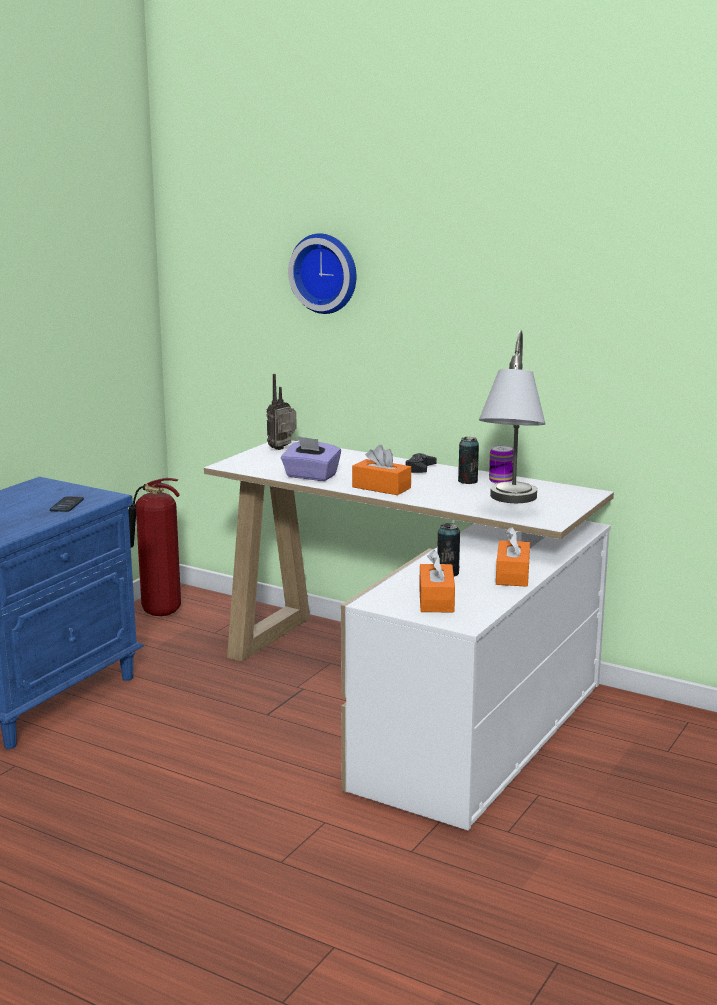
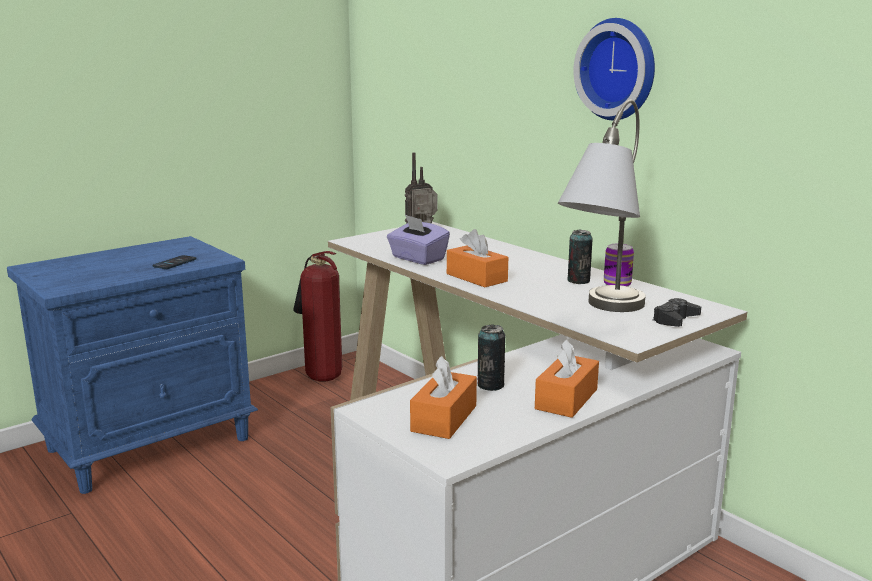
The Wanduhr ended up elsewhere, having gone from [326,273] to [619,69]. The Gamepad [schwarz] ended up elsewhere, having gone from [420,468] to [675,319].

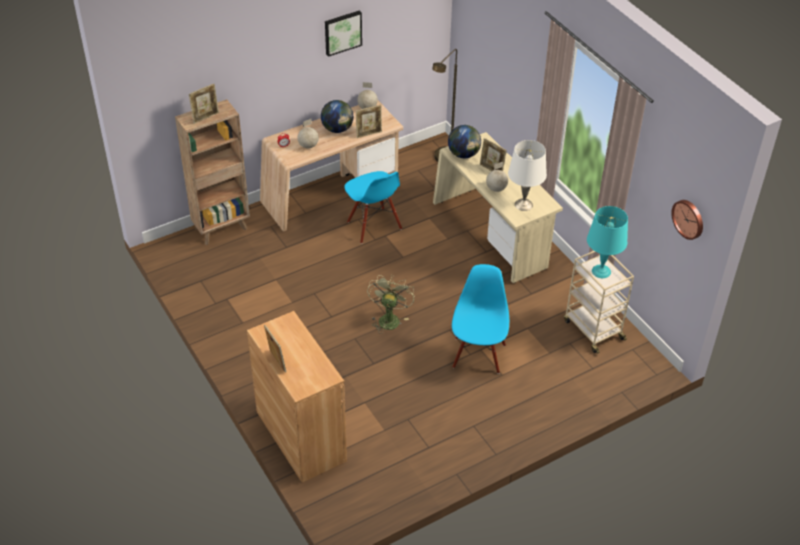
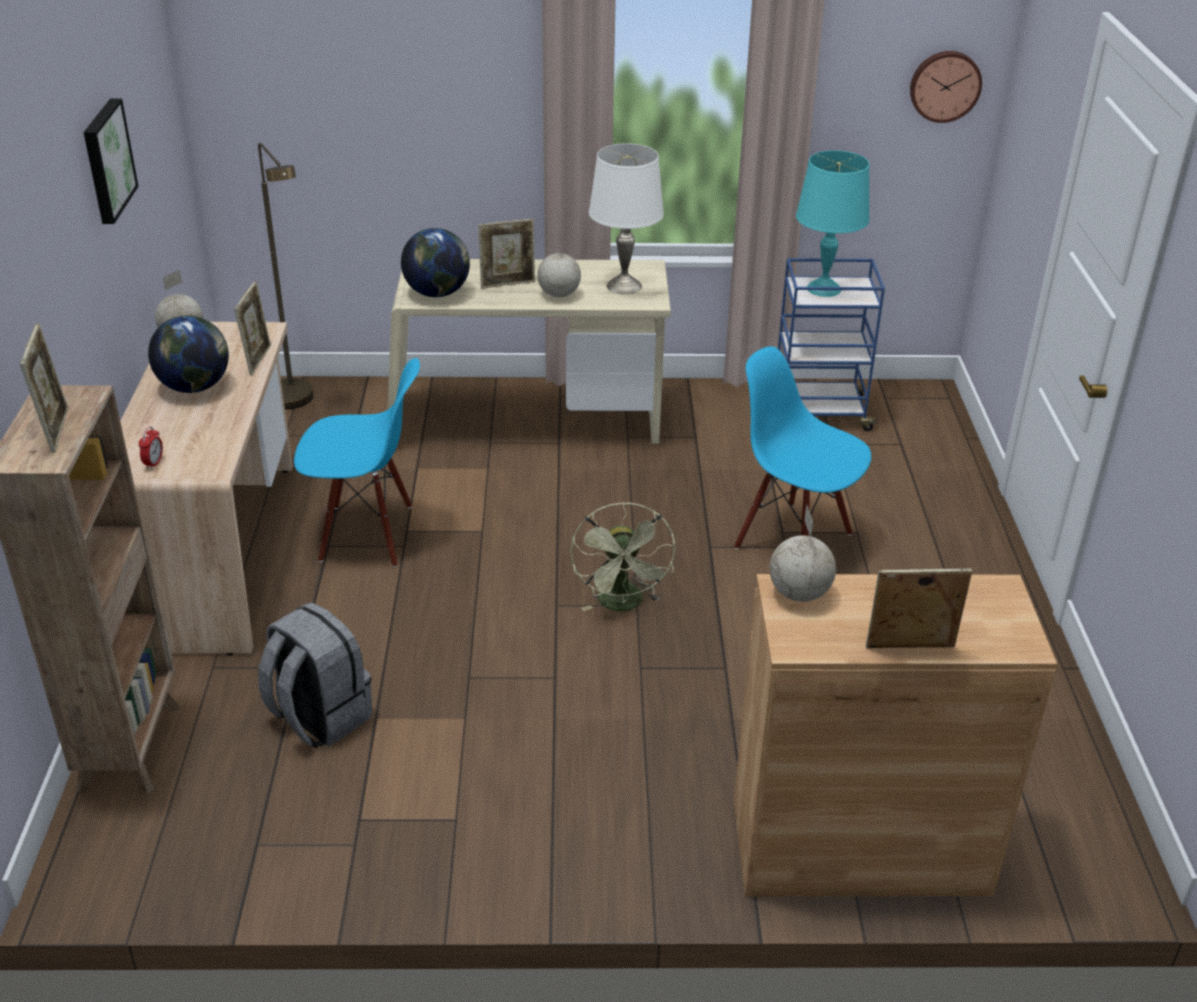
The second view gained the Rucksack [grau] at [318,717]. The Globus ended up elsewhere, having gone from [308,146] to [799,593]. What was the Rollwagen [beige] at [592,329] turned into the Rollwagen [blau] at [819,413]. The Ventilator [grün] at [389,318] ended up facing another way, 135 degrees counterclockwise from before.

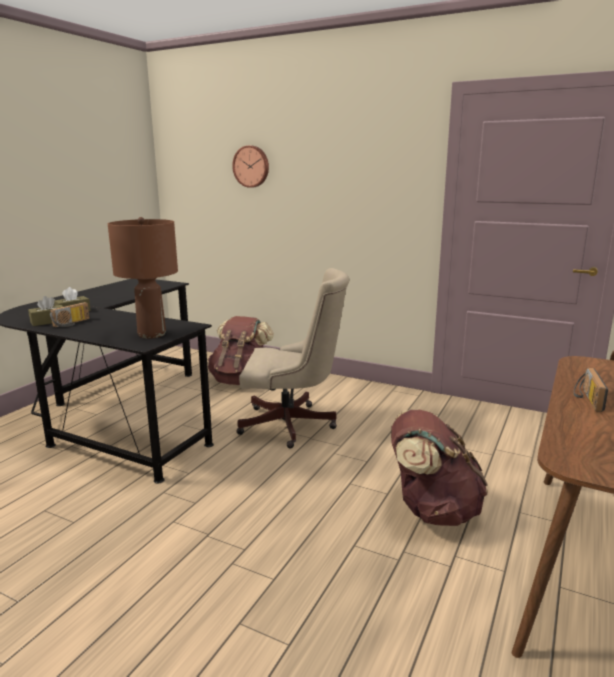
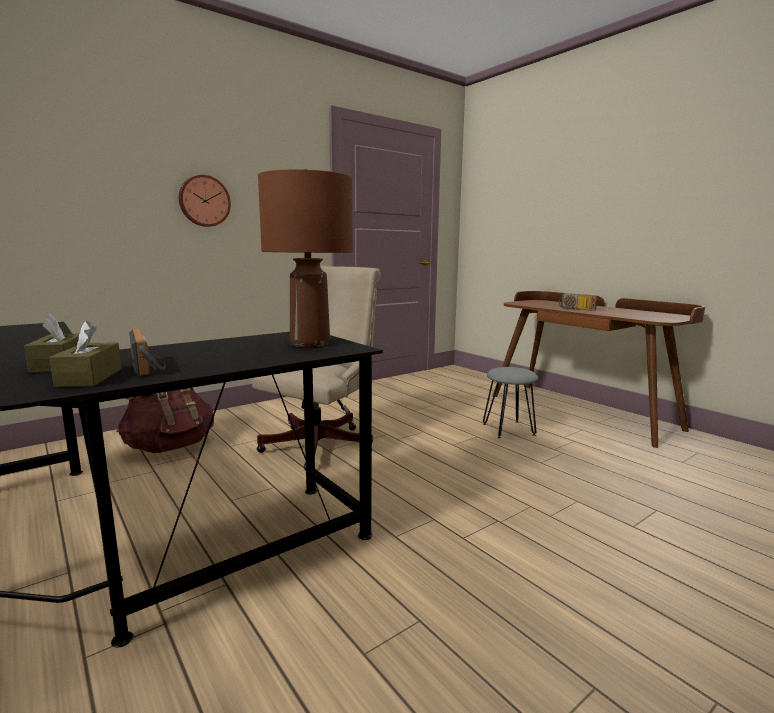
The Wanduhr ended up elsewhere, having gone from [251,166] to [204,201]. Where the Rucksack [braun] stood at [432,510], the Hocker [grau] came to stand at [508,429].

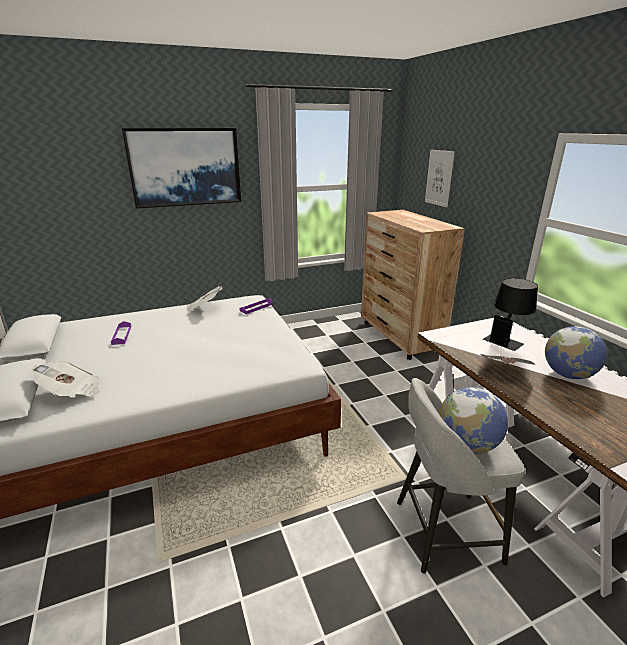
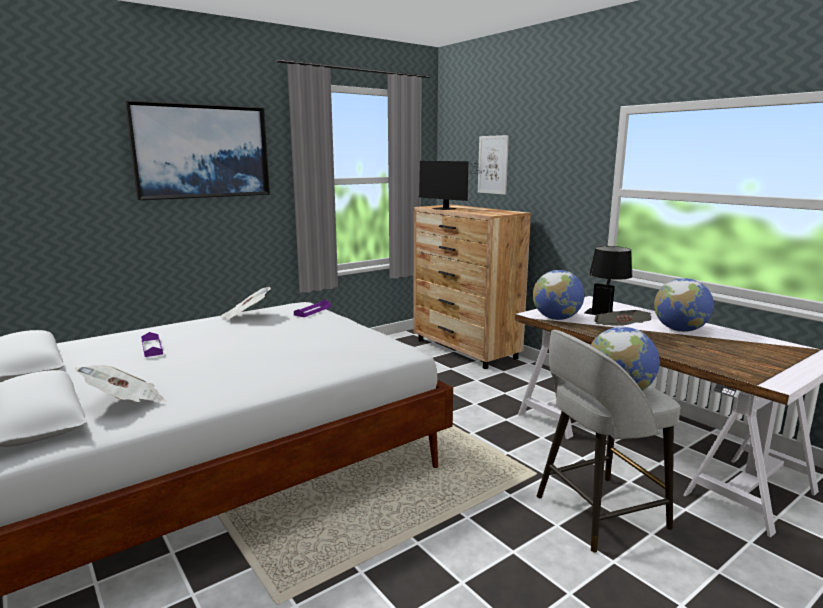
The second view gained the Monitor at [446,209]. The second view gained the Globus at [556,319].

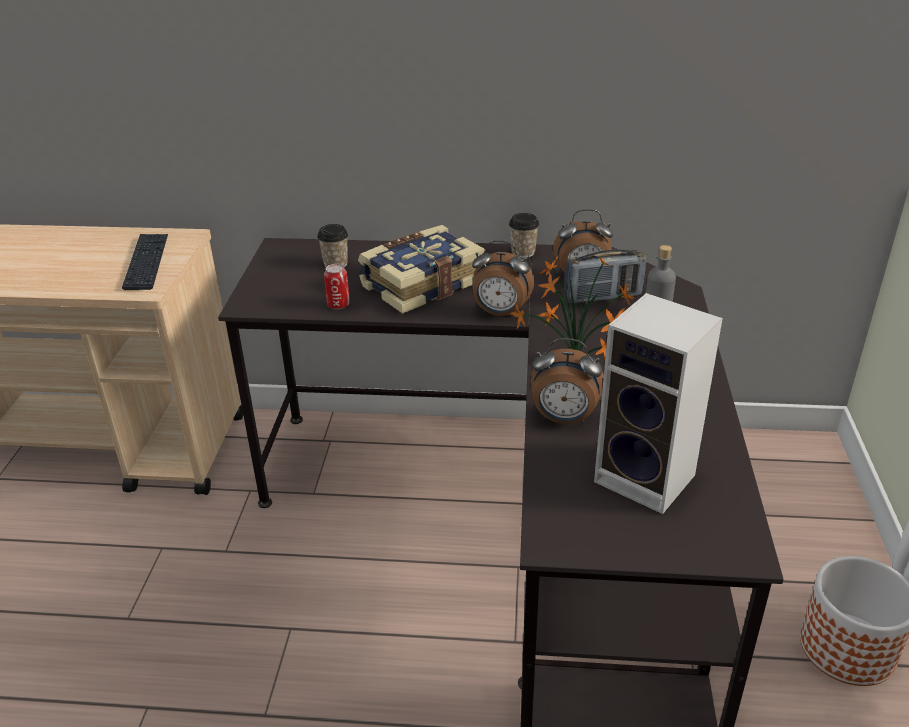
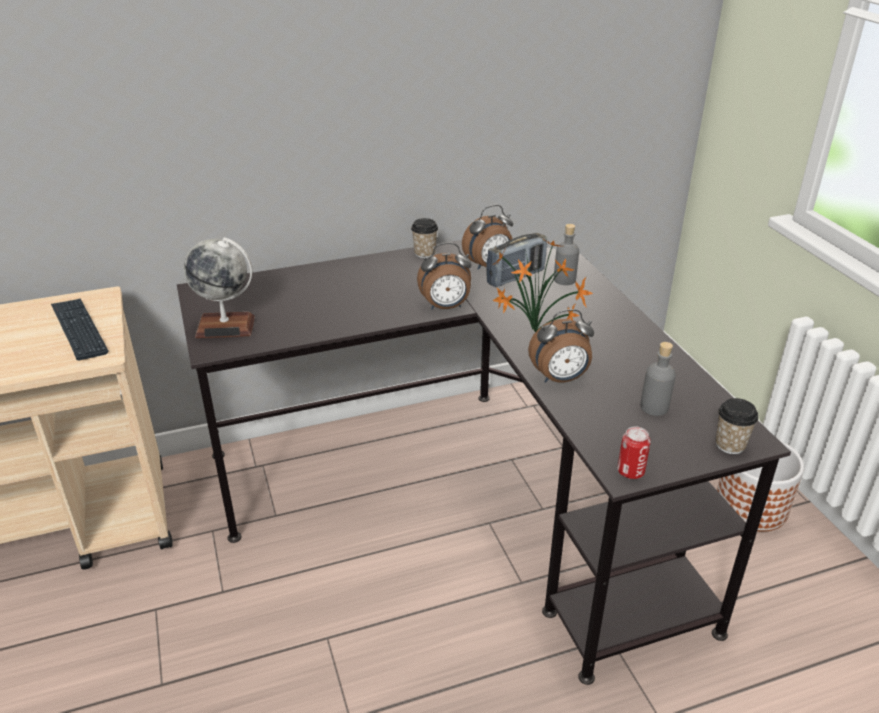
The second view lost the Buch at [421,284]. The second view gained the Globus at [225,326]. The Tasse ended up elsewhere, having gone from [335,264] to [730,445]. The Dose ended up elsewhere, having gone from [338,305] to [630,472]. Where the Lautsprecher stood at [649,479], the Flasche [grau] came to stand at [654,407].

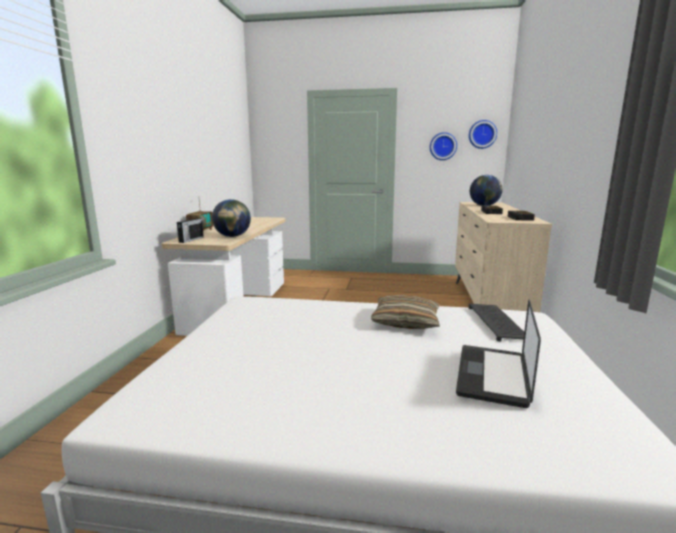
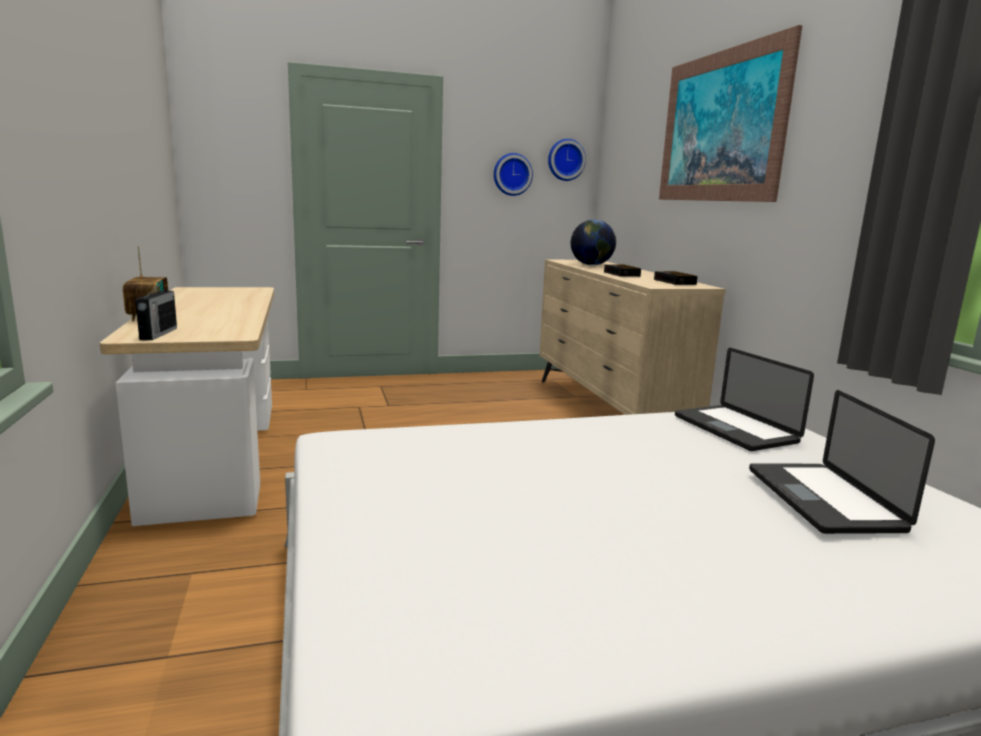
The second view lost the Globus at [232,236]. The second view lost the Kissen at [406,322]. The second view gained the Bild at [720,127]. Where the Tastatur stood at [498,323], the Laptop came to stand at [734,429].

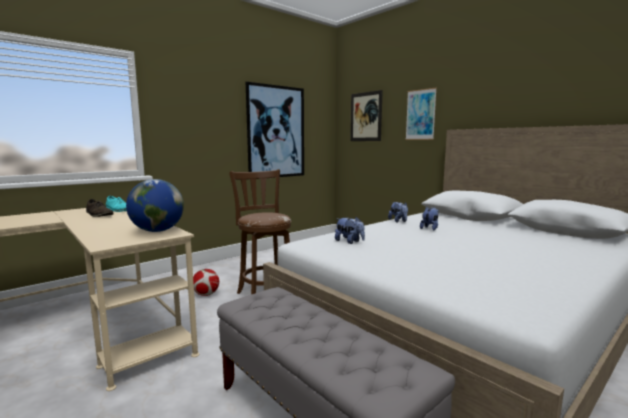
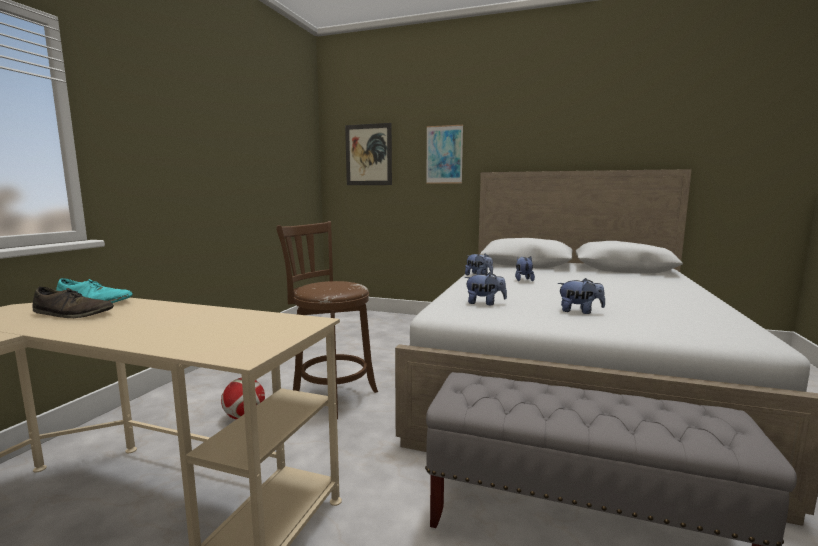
The second view lost the Globus at [157,231]. The second view lost the Bild at [276,132]. The second view gained the Plüschtier at [579,311].

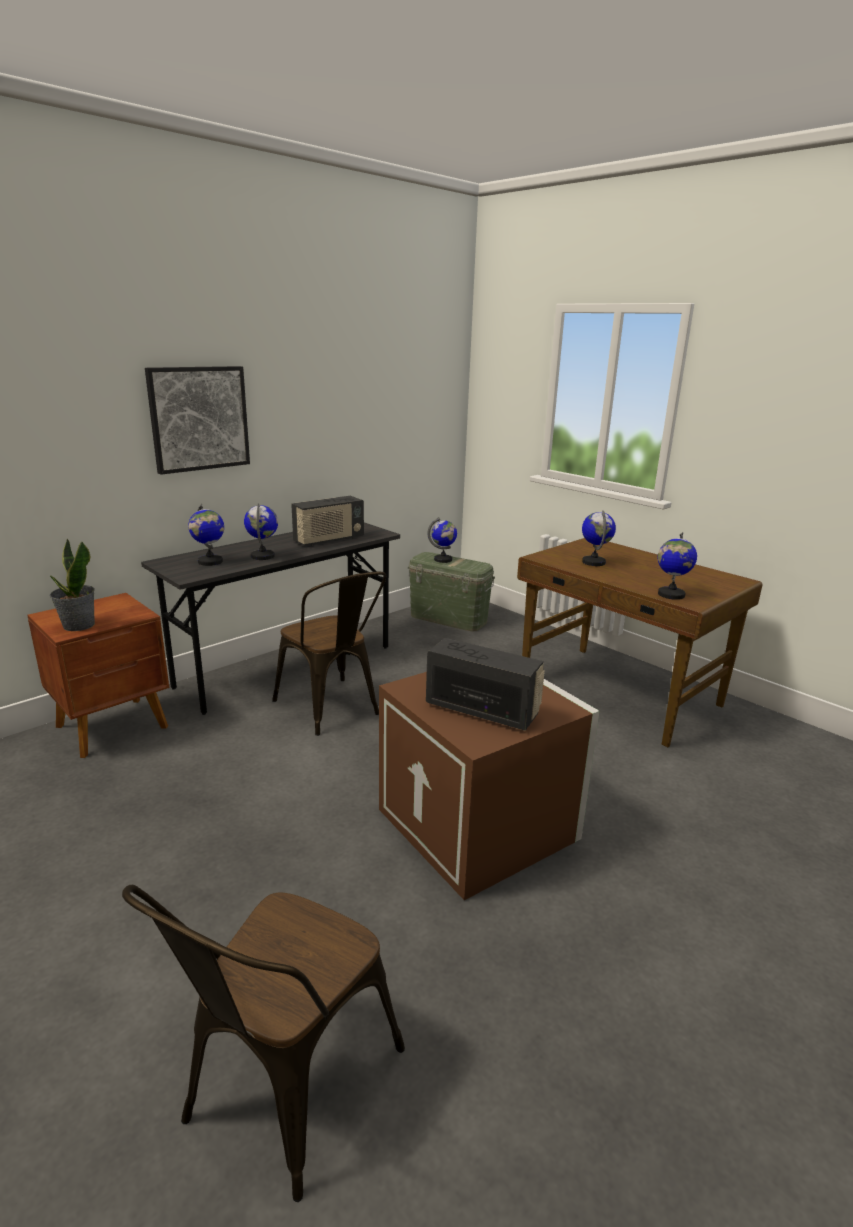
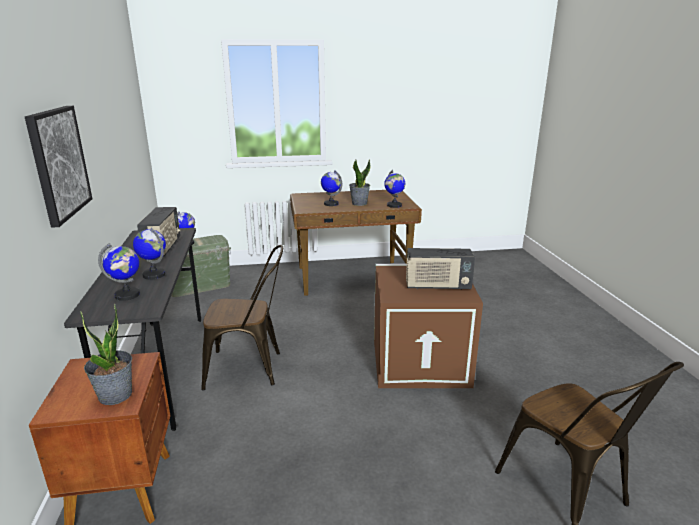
The second view gained the Topfpflanze at [359,203]. The Radio at [482,710] ended up facing another way, 150 degrees counterclockwise from before.

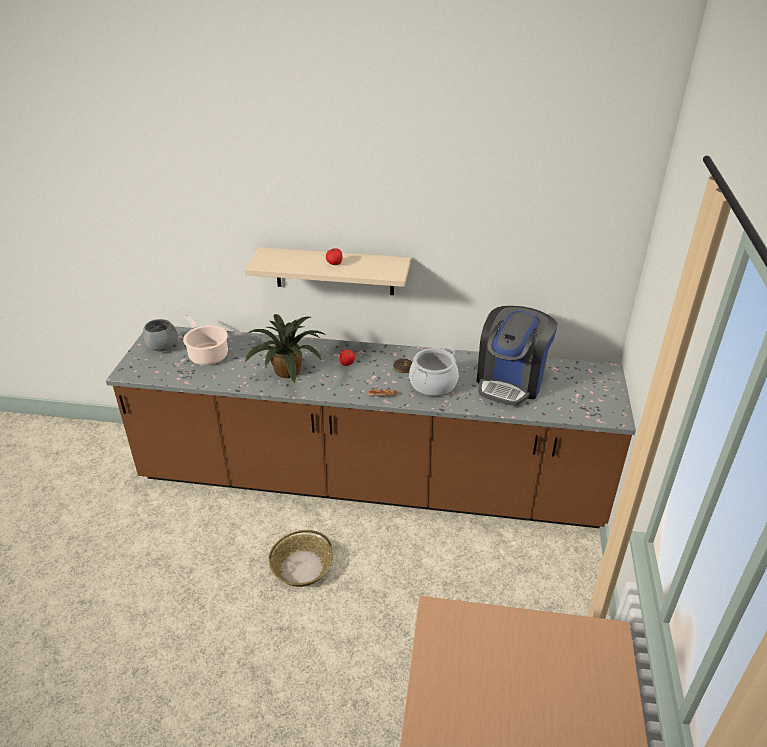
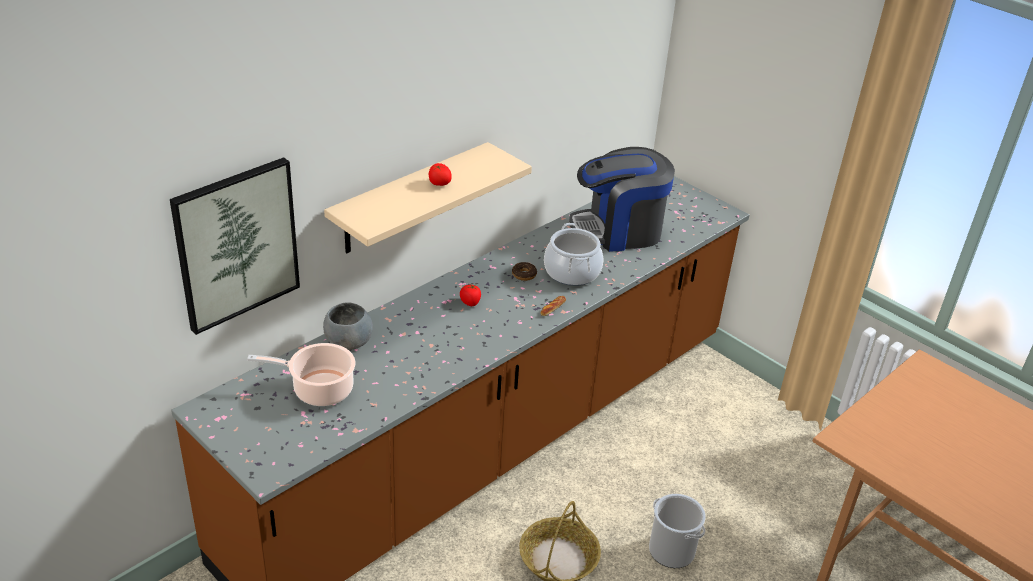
The second view lost the Topfpflanze at [289,372]. The second view gained the Bild at [236,244]. The second view gained the Eimer at [671,550]. The Schüssel [grau] ended up elsewhere, having gone from [162,347] to [348,342]. The Kaffeemaschine at [511,381] ended up facing another way, 105 degrees clockwise from before.

